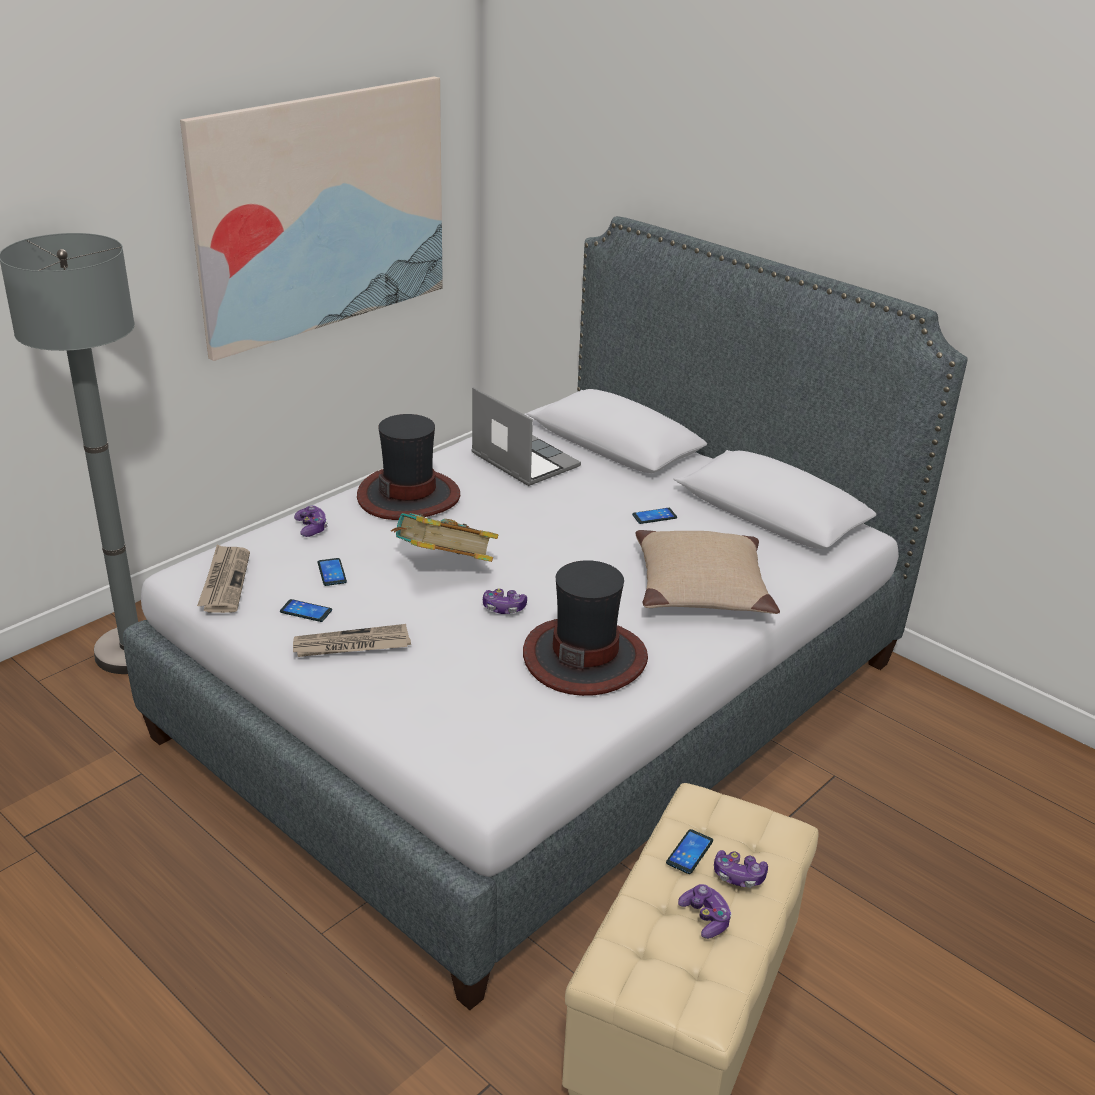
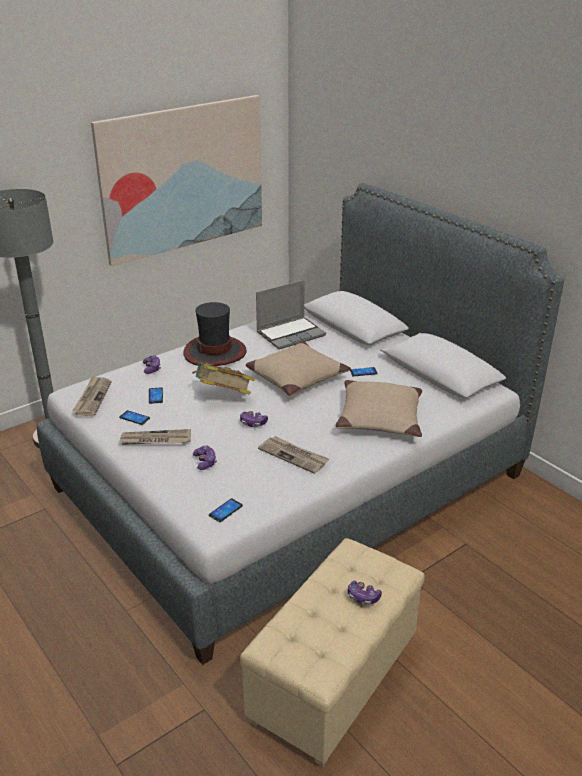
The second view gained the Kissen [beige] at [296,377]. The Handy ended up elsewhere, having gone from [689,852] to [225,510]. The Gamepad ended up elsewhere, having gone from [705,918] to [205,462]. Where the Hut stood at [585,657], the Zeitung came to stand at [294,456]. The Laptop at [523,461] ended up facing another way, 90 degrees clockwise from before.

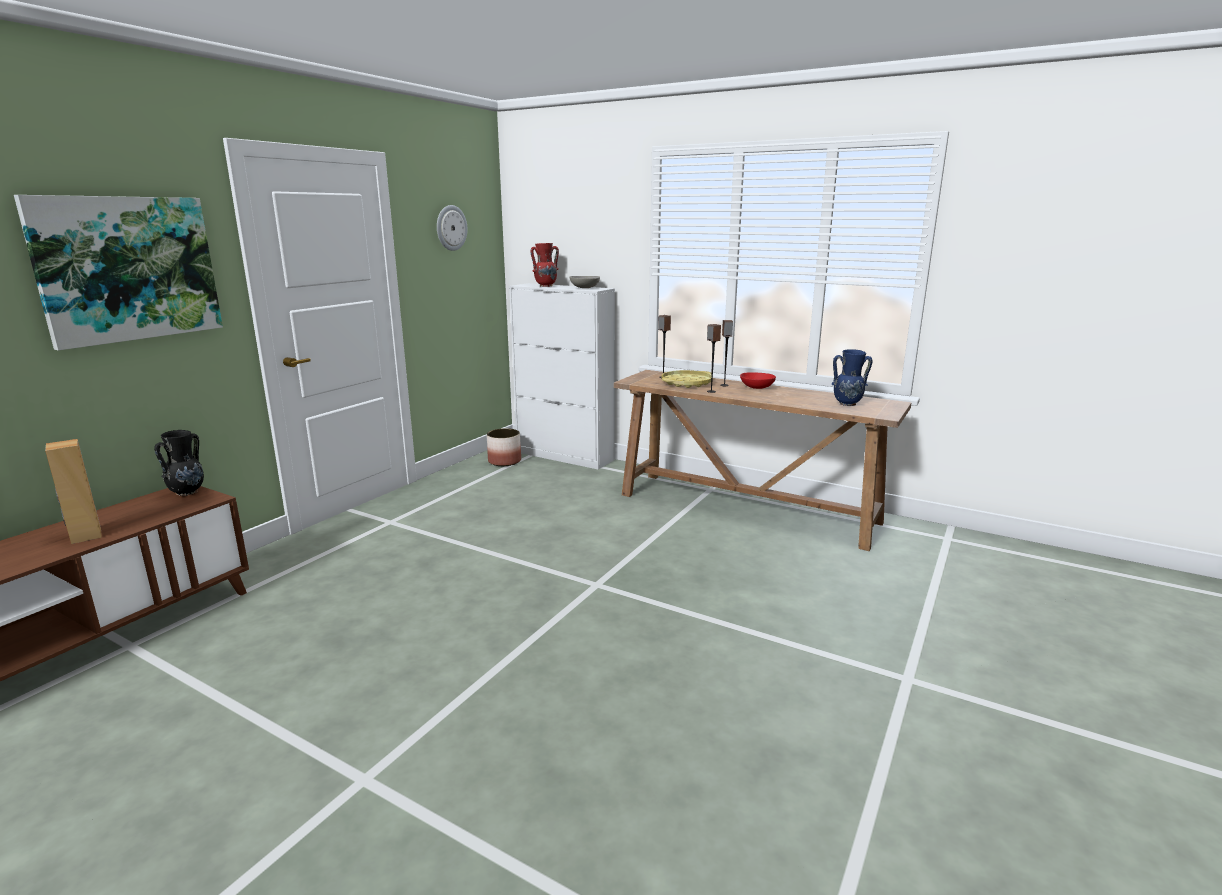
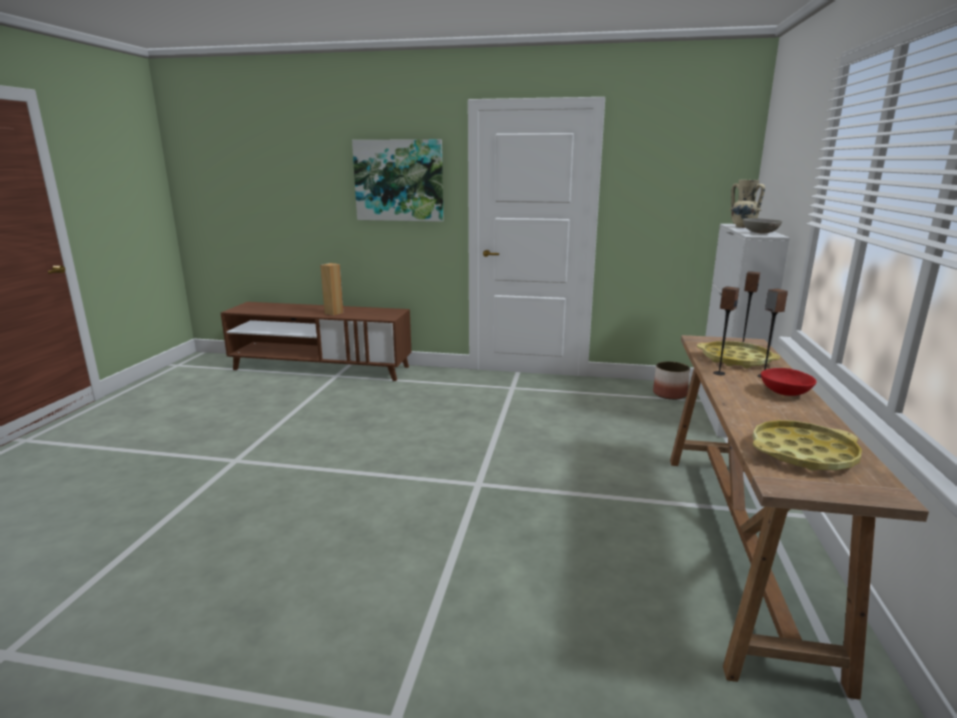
The second view lost the Vase [schwarz] at [188,492]. The second view lost the Wanduhr at [451,228]. Where the Vase [blau] stood at [848,404], the Tablett [gelb] came to stand at [803,453]. What was the Vase [rot] at [545,286] turned into the Vase [beige] at [742,227].

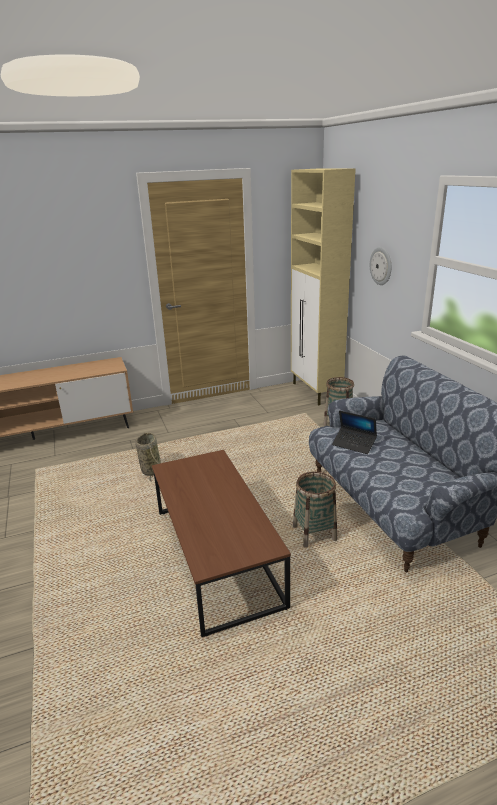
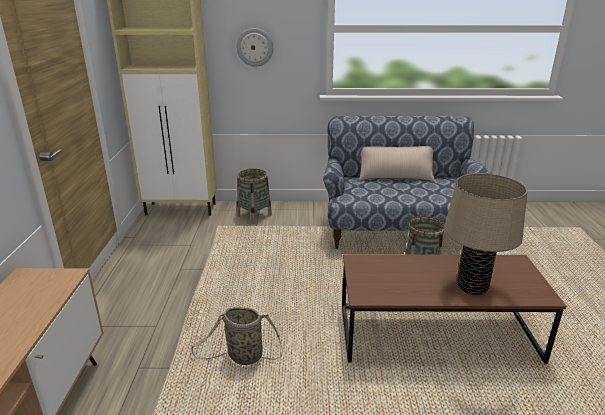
The second view lost the Laptop at [354,444]. The second view gained the Kissen [beige] at [395,177]. The second view gained the Tischlampe [beige] at [472,287].

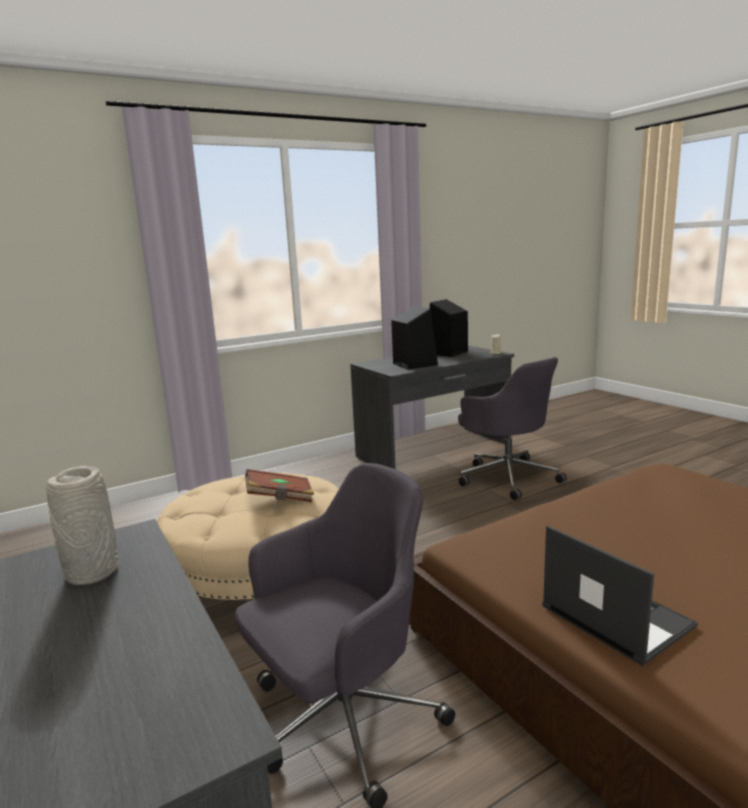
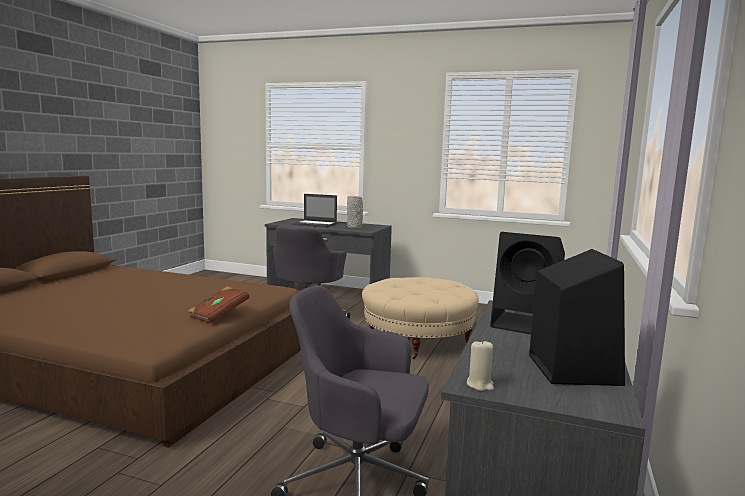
The Buch [braun] ended up elsewhere, having gone from [280,499] to [218,315]. The Laptop ended up elsewhere, having gone from [614,615] to [315,224].

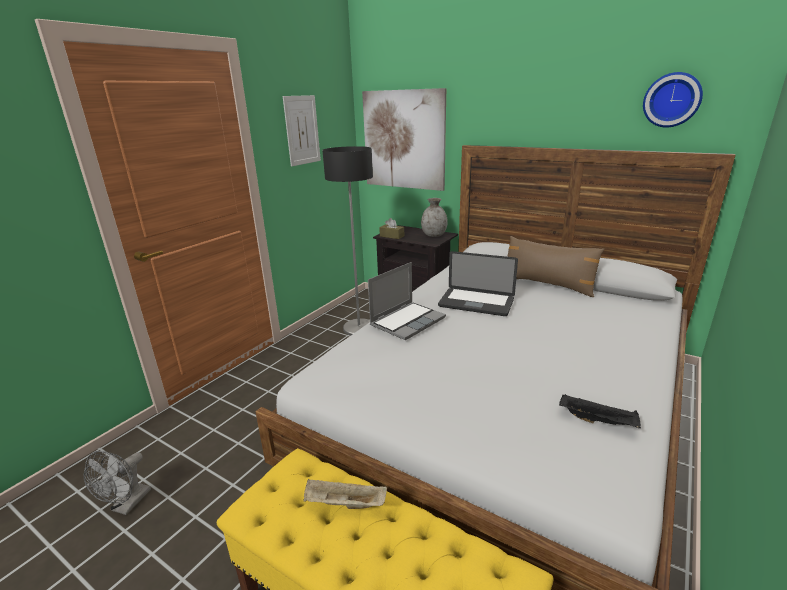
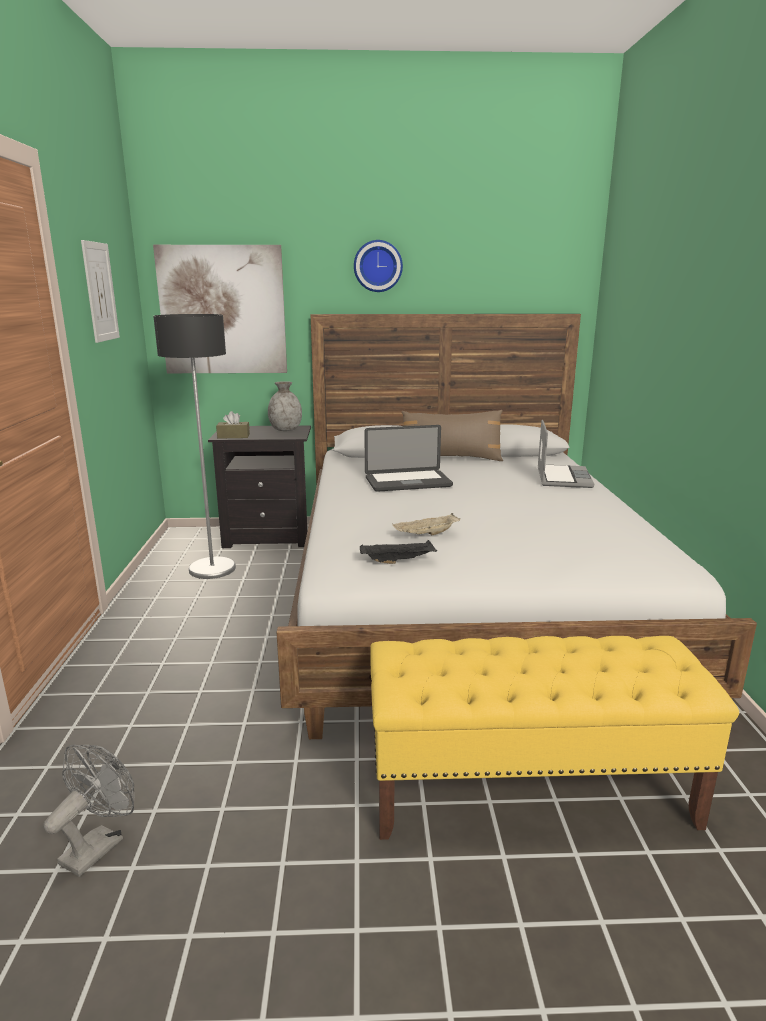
The Tablett [beige] ended up elsewhere, having gone from [344,504] to [426,535]. The Laptop ended up elsewhere, having gone from [407,321] to [562,477]. The Tablett [schwarz] ended up elsewhere, having gone from [598,421] to [398,561]. The Wanduhr ended up elsewhere, having gone from [672,100] to [378,266]. The Ventilator [grau] at [127,505] ended up facing another way, 135 degrees counterclockwise from before.

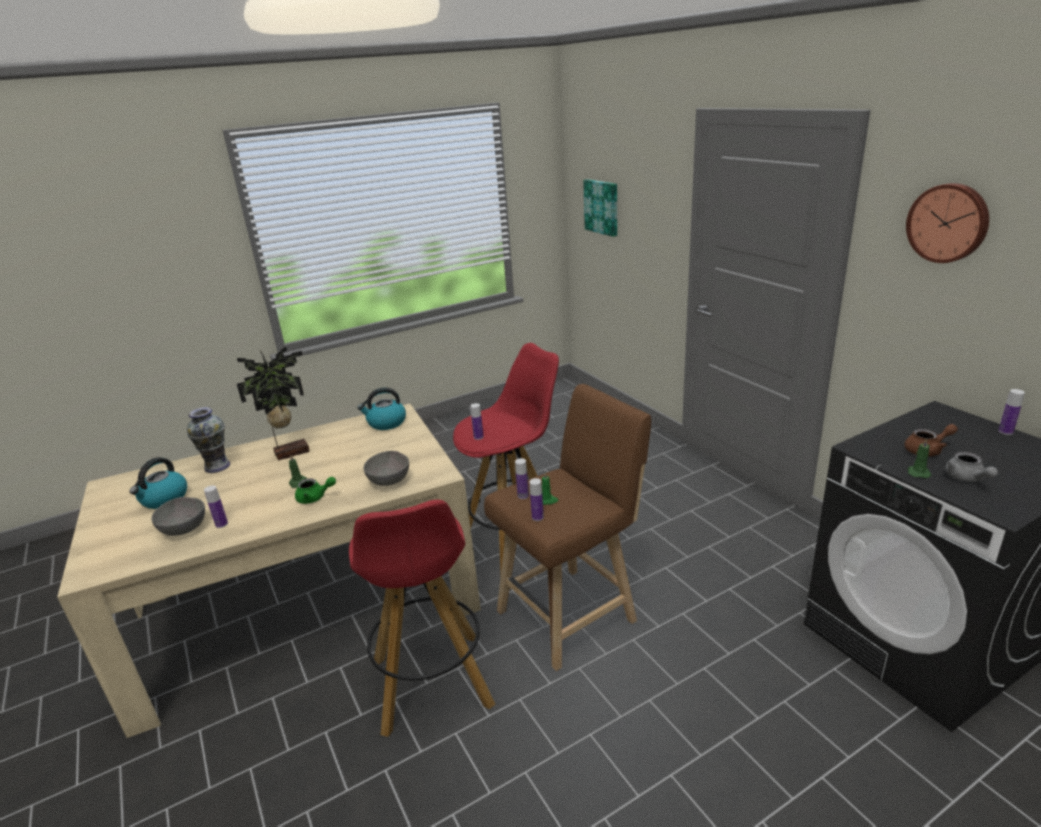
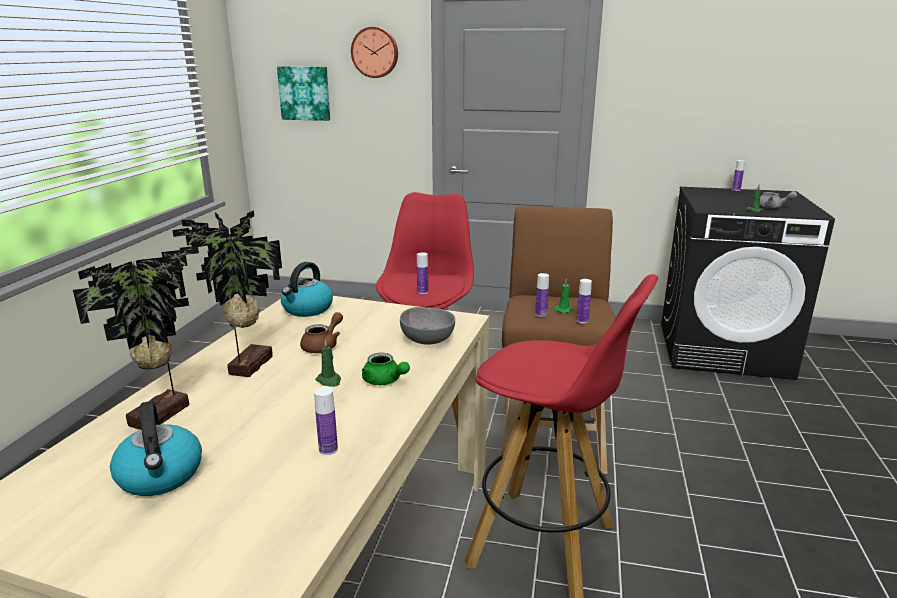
The second view lost the Schüssel [grau] at [185,528]. The Teekanne [braun] ended up elsewhere, having gone from [927,450] to [323,346]. The Wanduhr ended up elsewhere, having gone from [948,223] to [375,52]. Where the Vase stood at [217,466], the Topfpflanze came to stand at [163,416]. The Teekanne [grün] at [315,498] ended up facing another way, 90 degrees clockwise from before.

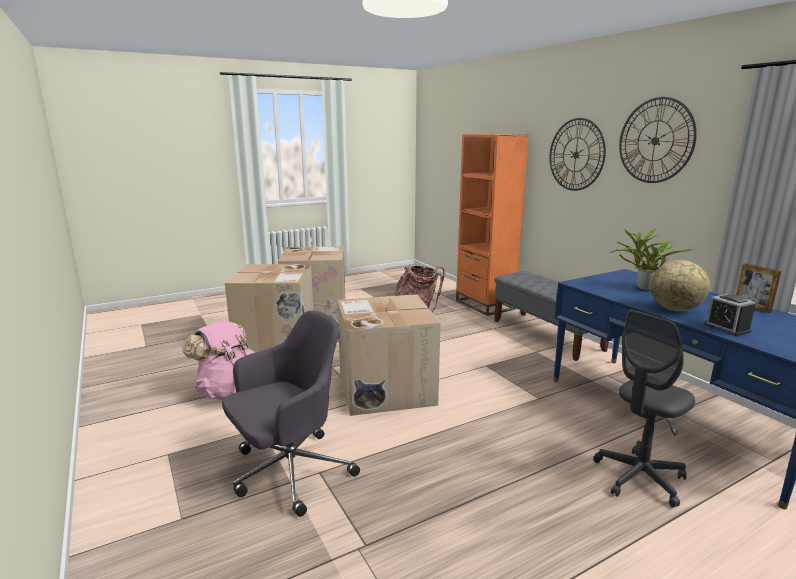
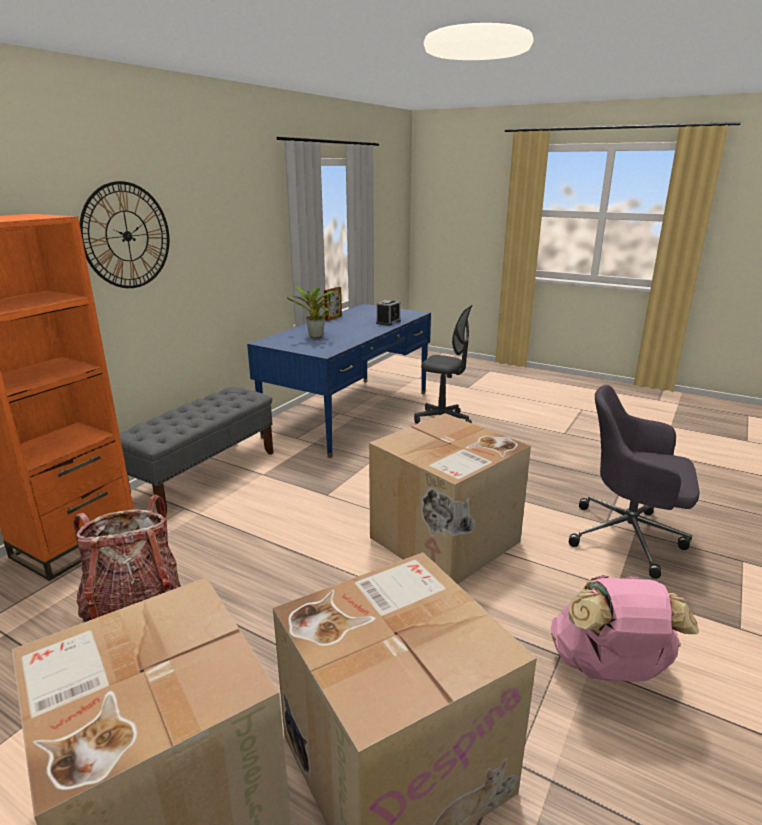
The second view lost the Wanduhr at [655,140]. The second view lost the Globus at [675,310].

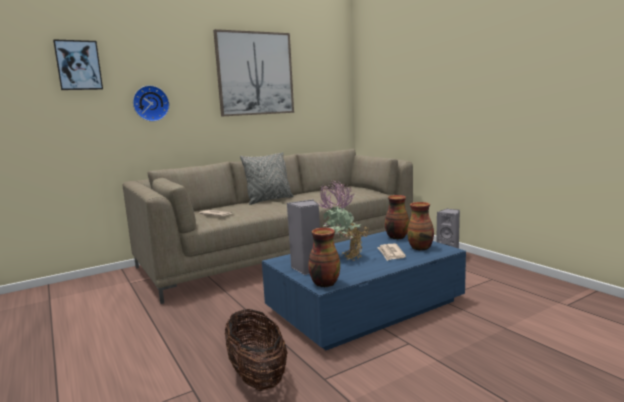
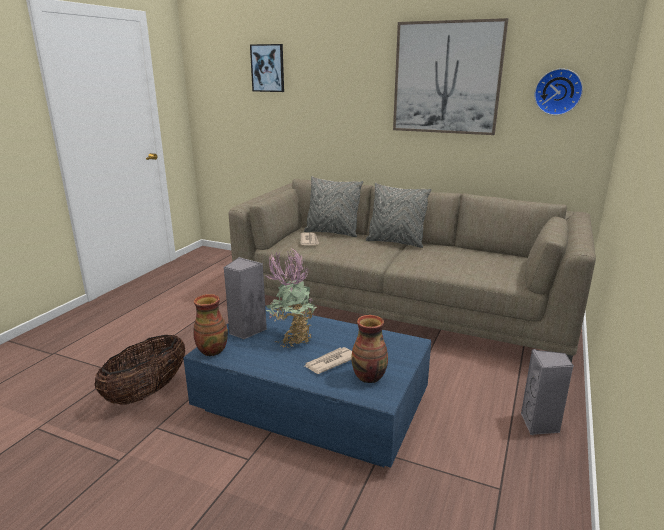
The second view lost the Vase at [396,237]. The second view gained the Kissen [grau] at [332,233]. The Wanduhr ended up elsewhere, having gone from [150,103] to [558,92].

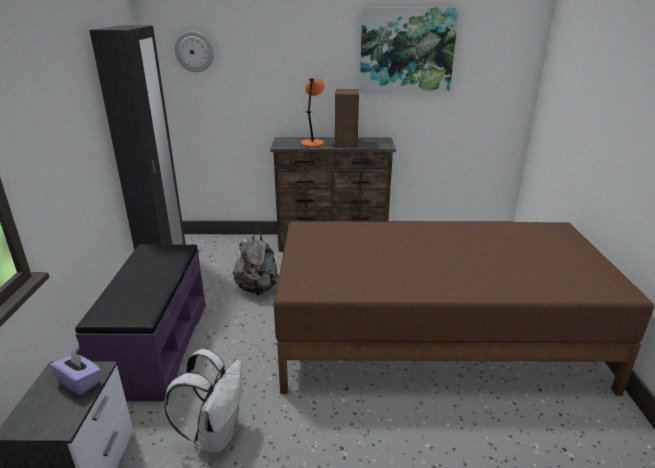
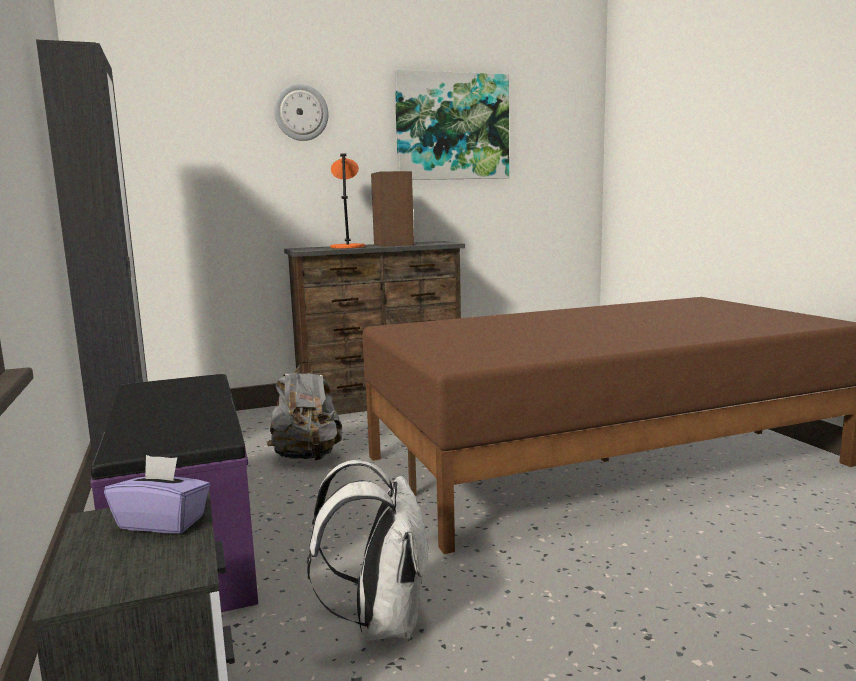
The Wanduhr ended up elsewhere, having gone from [194,51] to [301,112].

